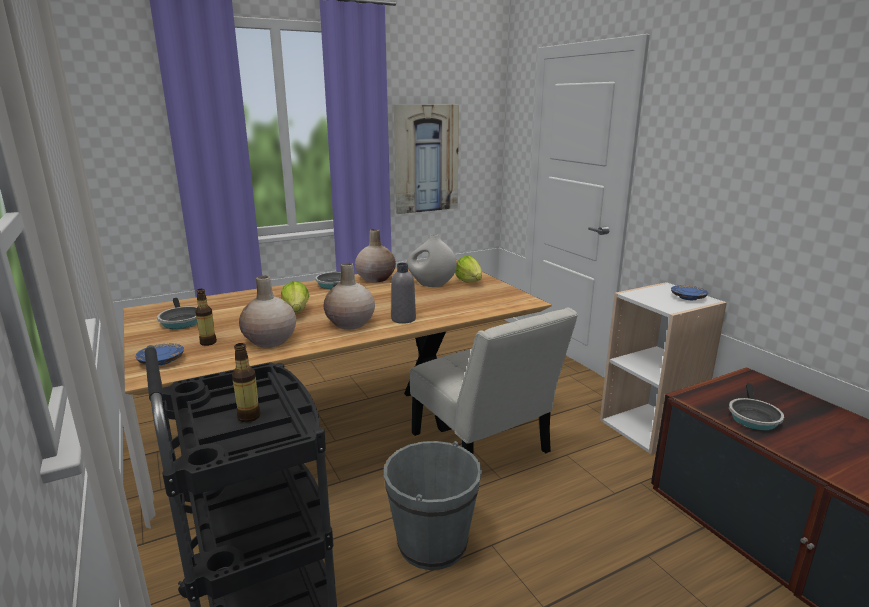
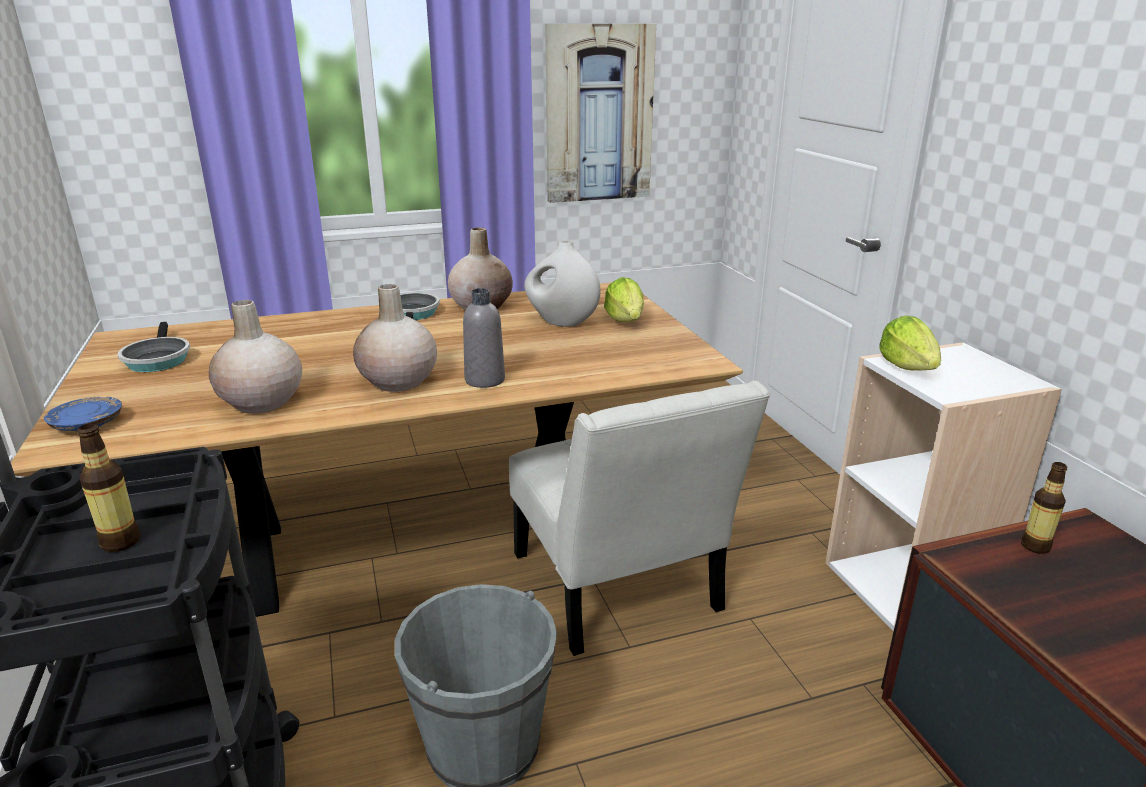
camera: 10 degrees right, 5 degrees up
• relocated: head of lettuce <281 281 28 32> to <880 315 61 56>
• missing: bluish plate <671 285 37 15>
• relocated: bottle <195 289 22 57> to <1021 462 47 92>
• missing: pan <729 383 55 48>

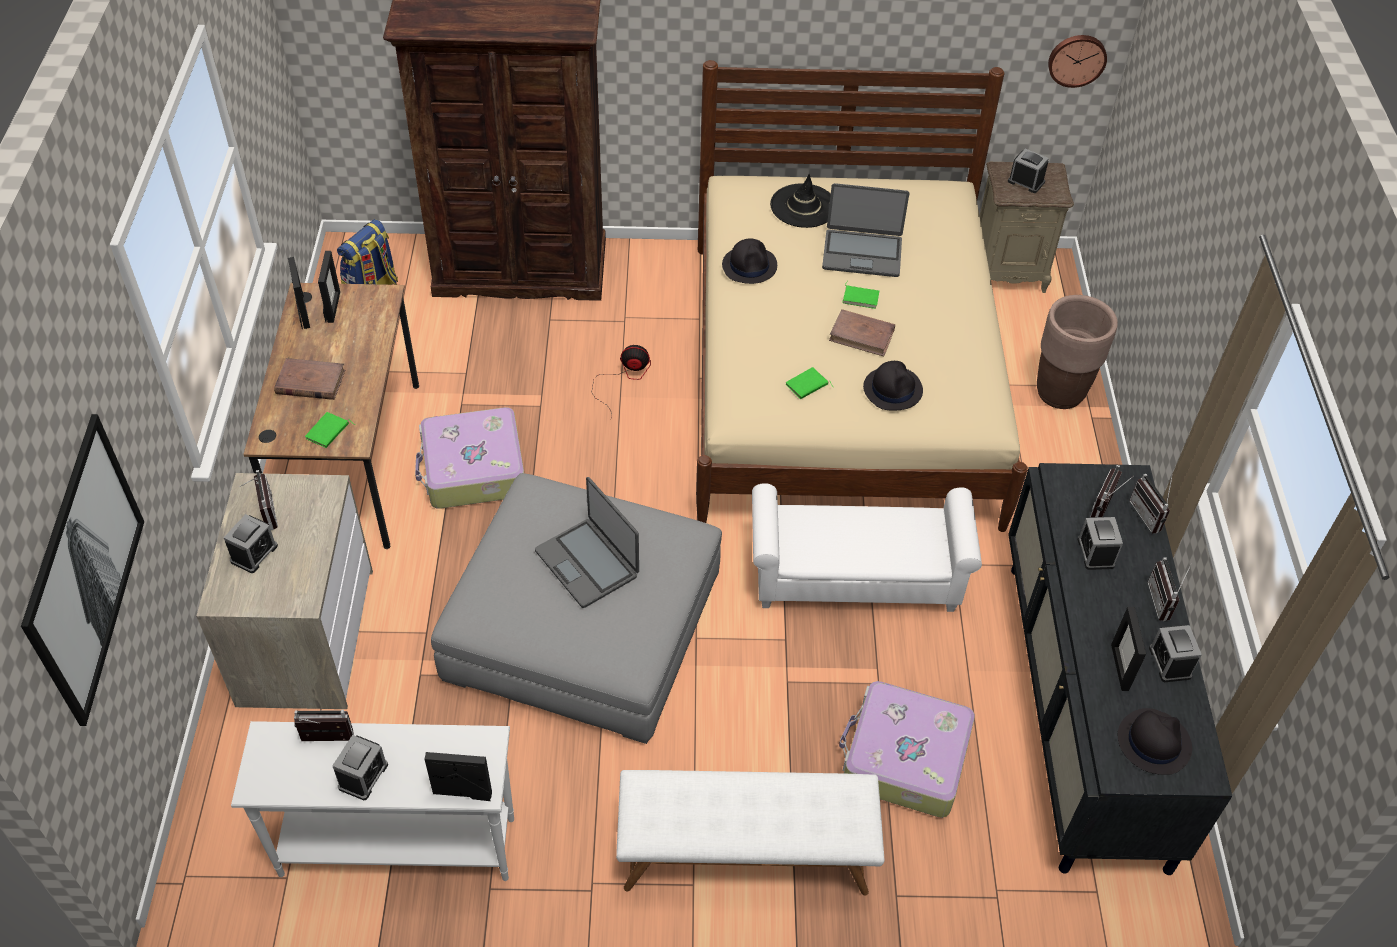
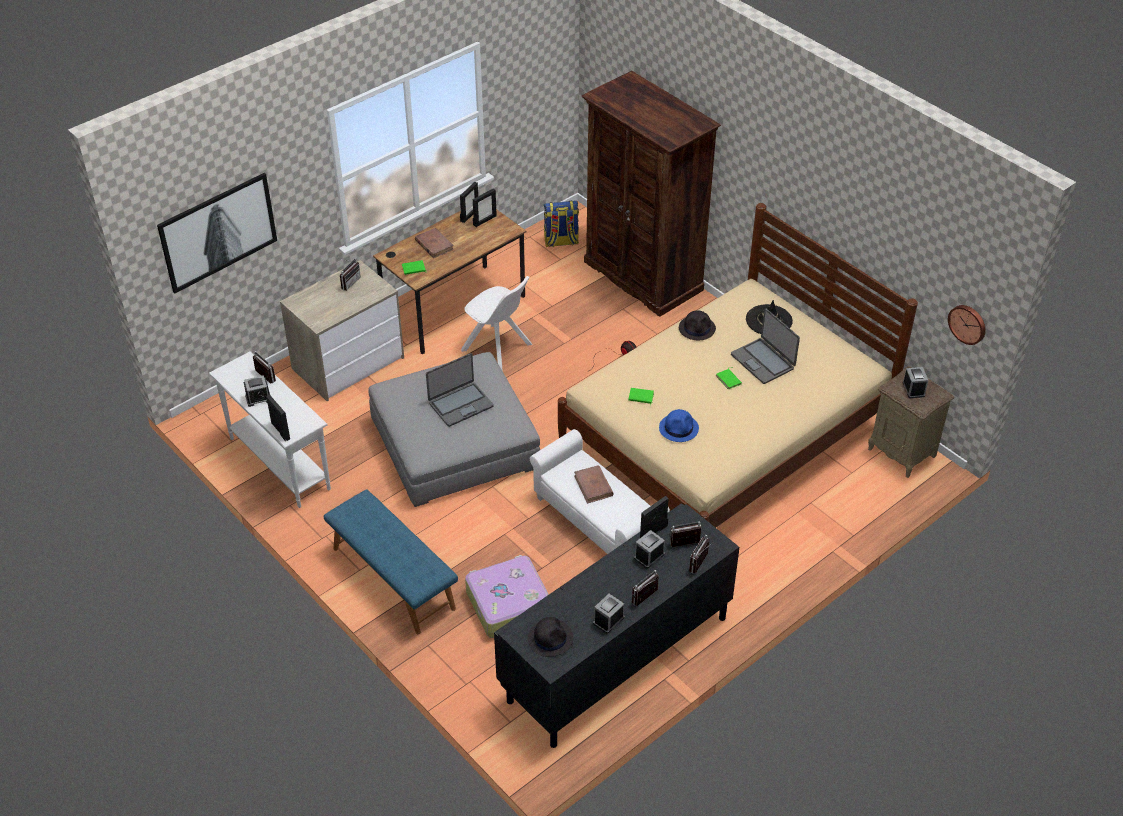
camera: 50 degrees right, 5 degrees down
• missing: brownish plant pot <1037 295 81 114>
• relocated: brownish bound book <829 309 66 48> to <574 465 40 39>
• colour: black-coloured clothing hat <863 361 60 49> to bluish clothing hat <659 409 40 33>
• exchanged: travel case <415 407 109 102> to white upright chair <461 276 71 95>
• spun: notebook computer <535 477 104 131> = <426 353 68 74> 135 degrees counterclockwise
• missing: table clock <224 514 54 59>
• relocated: standing frame <1111 607 35 84> to <640 496 29 42>
• colour: white long seat <616 770 269 126> to bluish long seat <324 490 134 144>

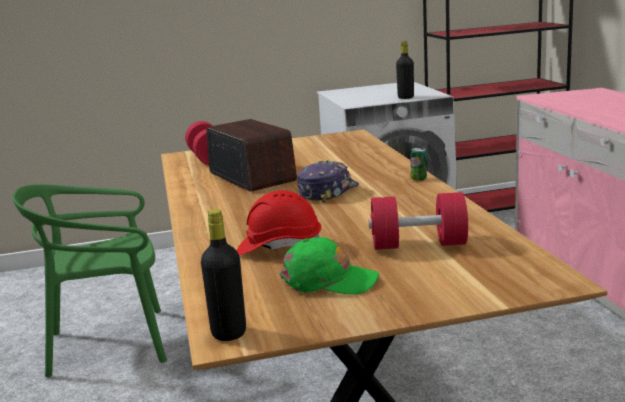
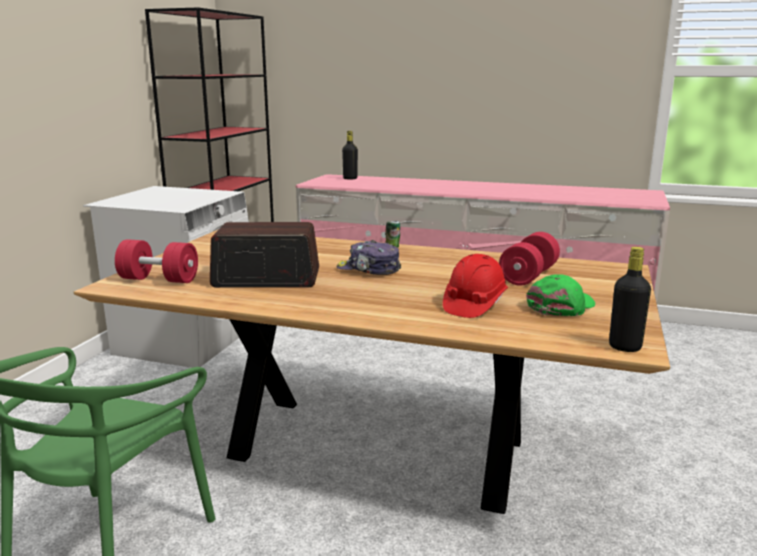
camera: 60 degrees left, 0 degrees up
• relocated: black-coloured bottle <396 41 18 58> to <342 131 16 49>
• spun: peaked cap <297 161 62 42> = <337 240 64 35> 45 degrees counterclockwise

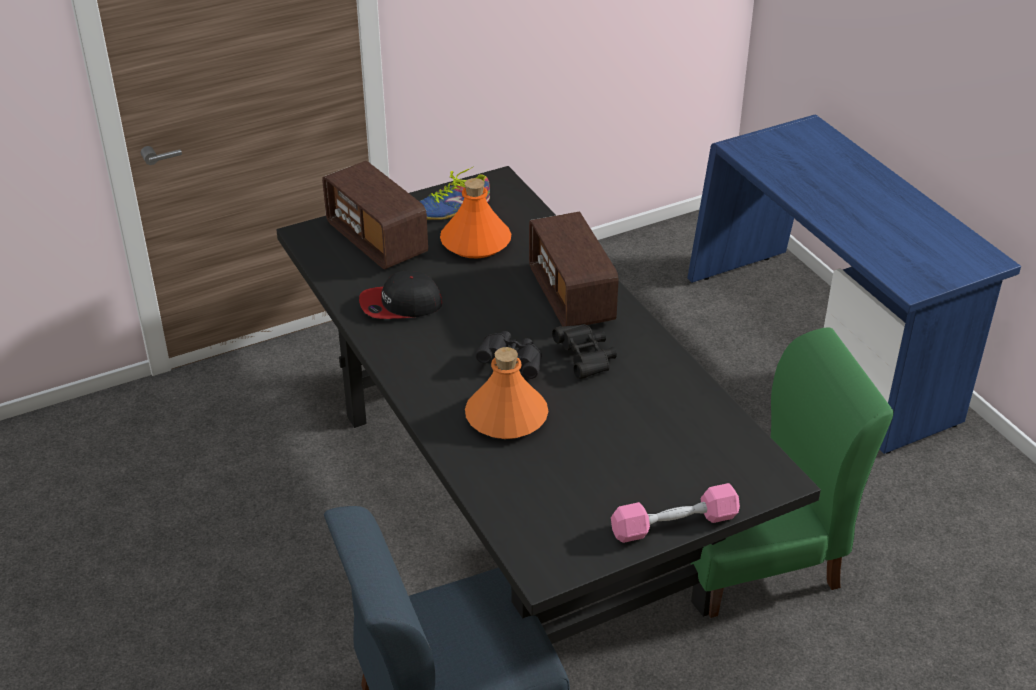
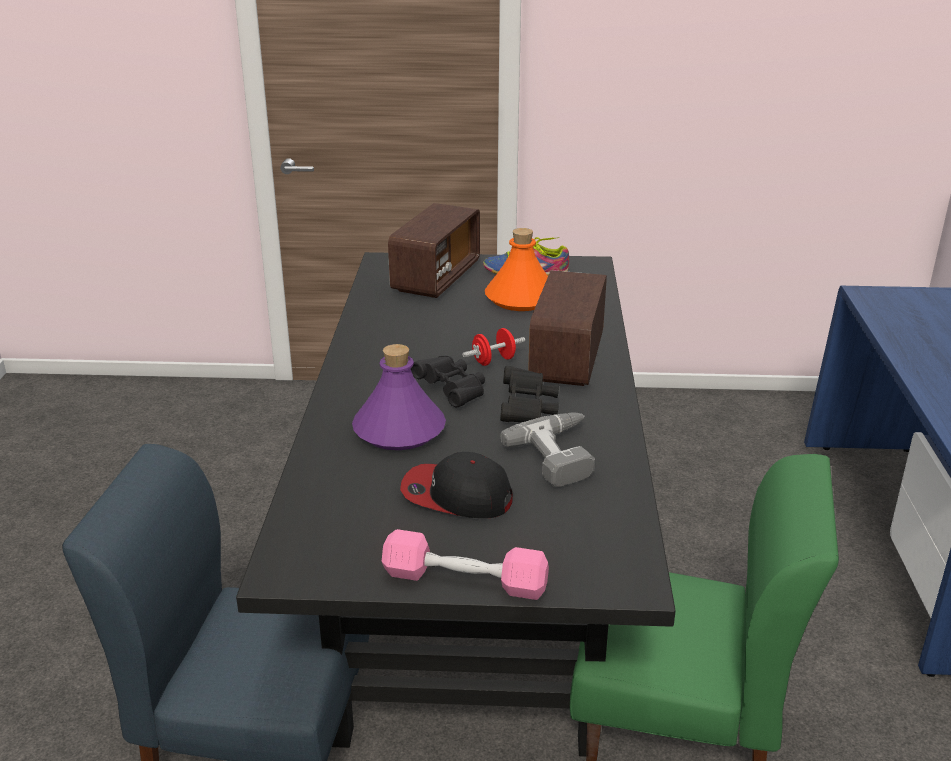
camera: 30 degrees right, 10 degrees down
• spun: radio <322 161 106 109> = <388 203 92 95> 150 degrees counterclockwise
• relocated: peaked cap <359 271 83 48> to <400 452 113 66>
• colour: orangey bottle <465 347 83 92> to purplish bottle <352 344 94 106>
• appeared: red-coloured free weight <462 328 63 38>
• appeared: drill <500 412 95 76>

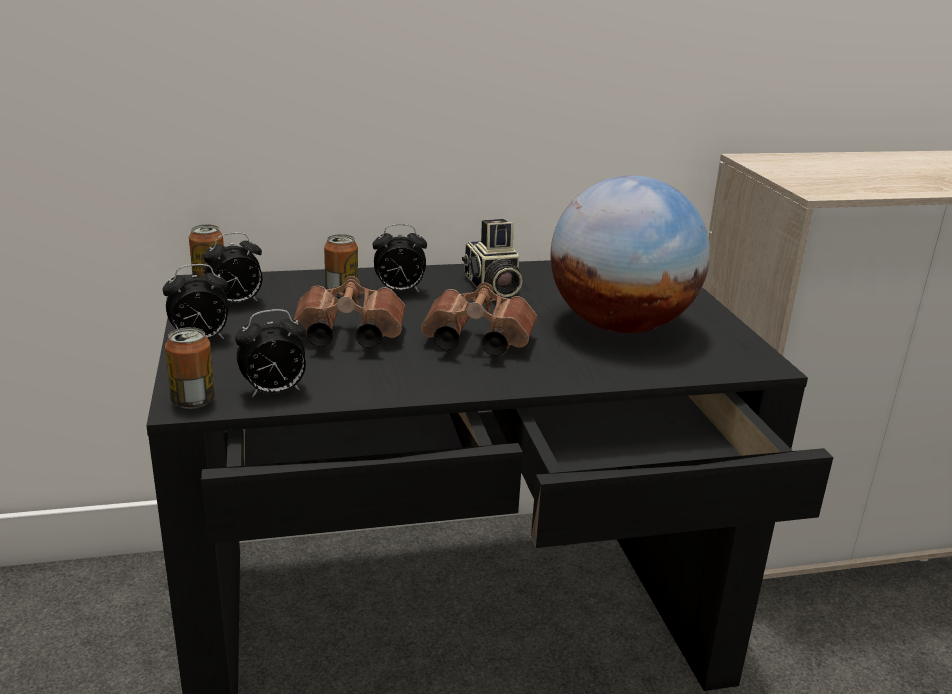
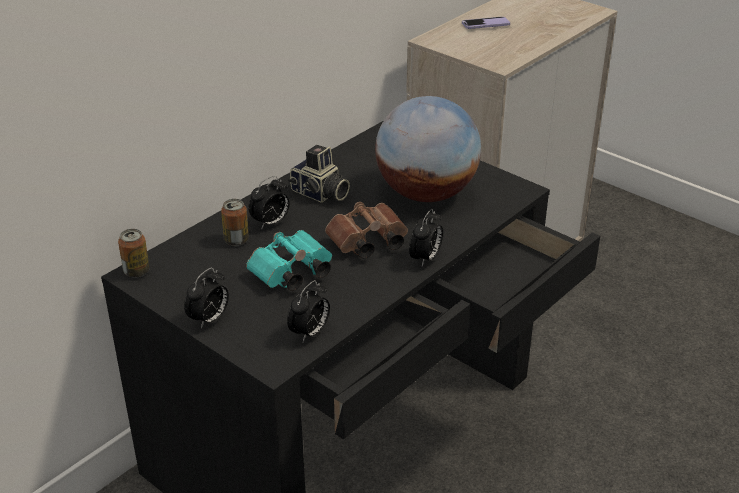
camera: 35 degrees left, 10 degrees up
• relocated: table clock <204 232 58 71> to <409 209 34 57>
• colour: brownish binoculars <293 276 113 72> to blue-green binoculars <246 230 86 61>
• missing: sealed can <165 327 50 82>
• appeared: phone <462 17 48 12>

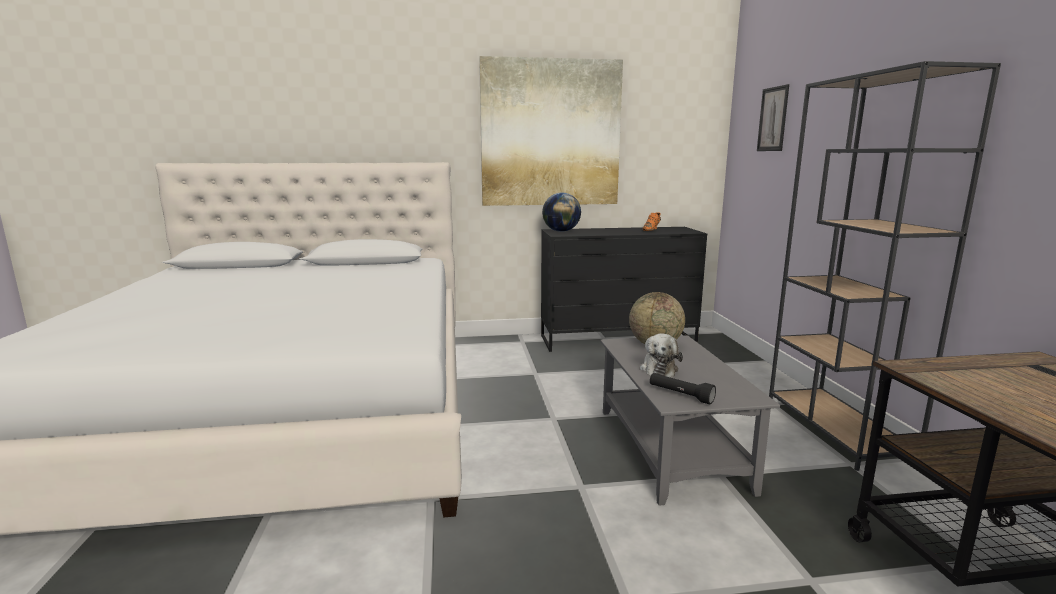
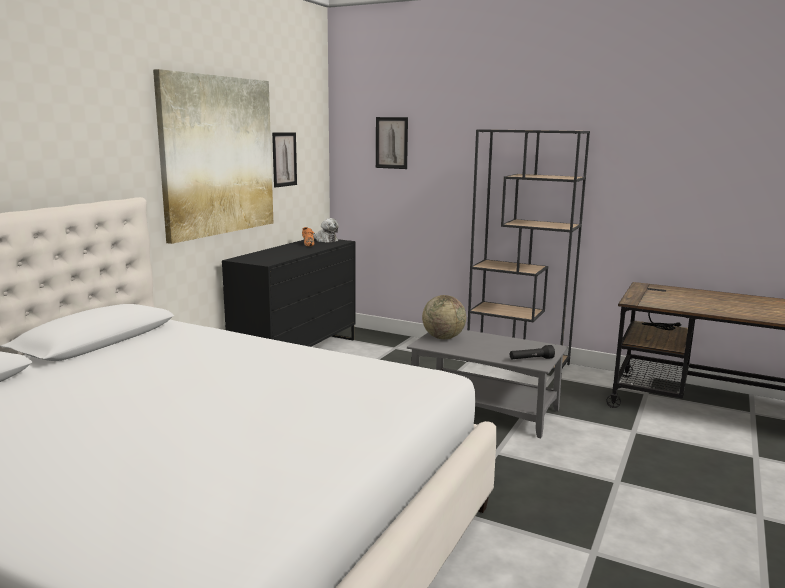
camera: 55 degrees left, 0 degrees up
• missing: globe <542 193 39 39>
• relocated: soft toy <640 333 43 44> to <313 218 26 25>
• appeared: wall picture <272 132 25 56>

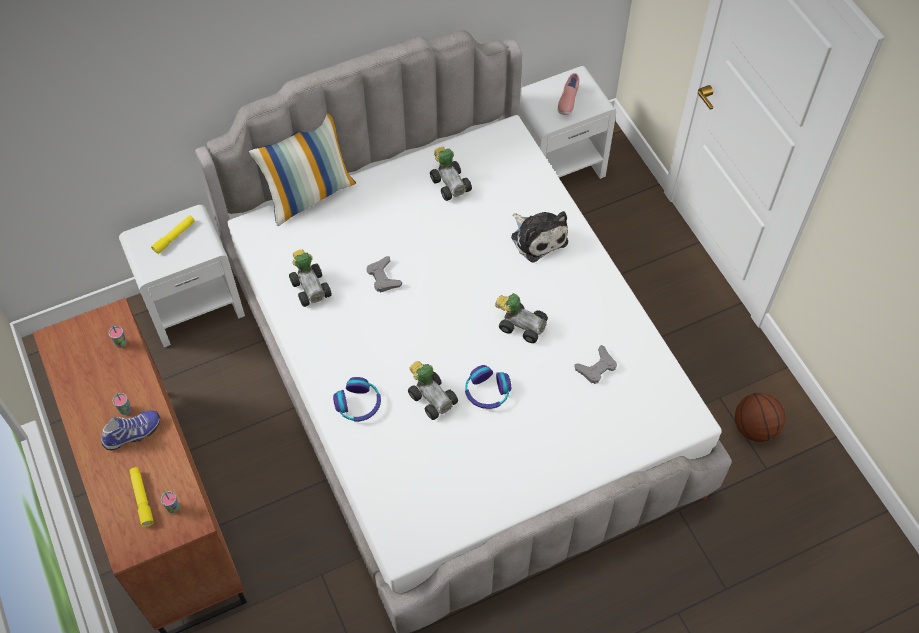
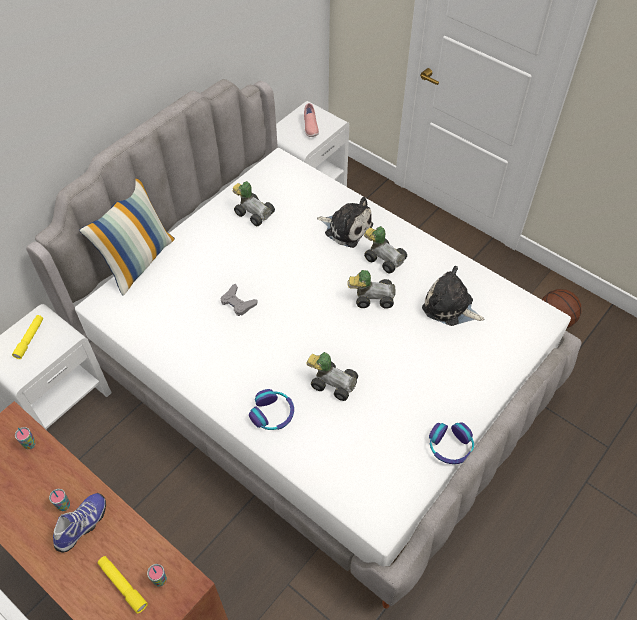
camera: 25 degrees left, 5 degrees down
• relocated: miniature car <289 249 43 58> to <364 226 43 47>
• exchanged: gray gamepad <574 345 43 39> to soft toy <422 266 63 60>
• relocated: headphones <465 365 46 44> to <429 422 45 42>

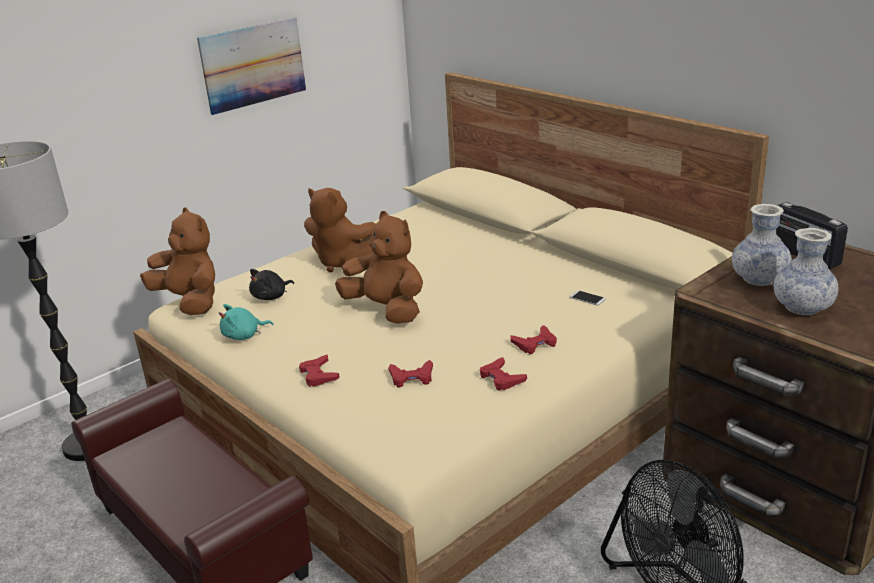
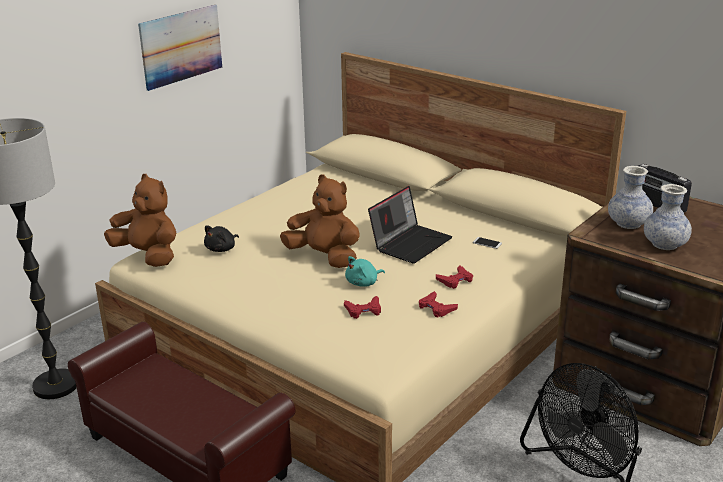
camera: 10 degrees left, 0 degrees up
• missing: brownish soft toy <304 188 72 84>
• relocated: blue-green soft toy <219 304 54 36> to <345 256 40 31>
• missing: red-coloured gamepad <299 354 41 33>
• appeared: notebook computer <368 186 84 78>

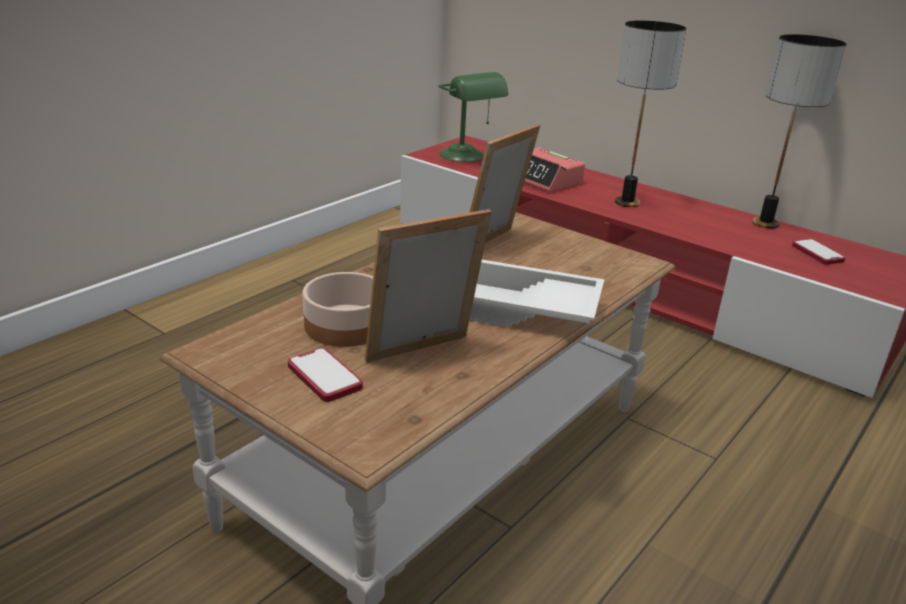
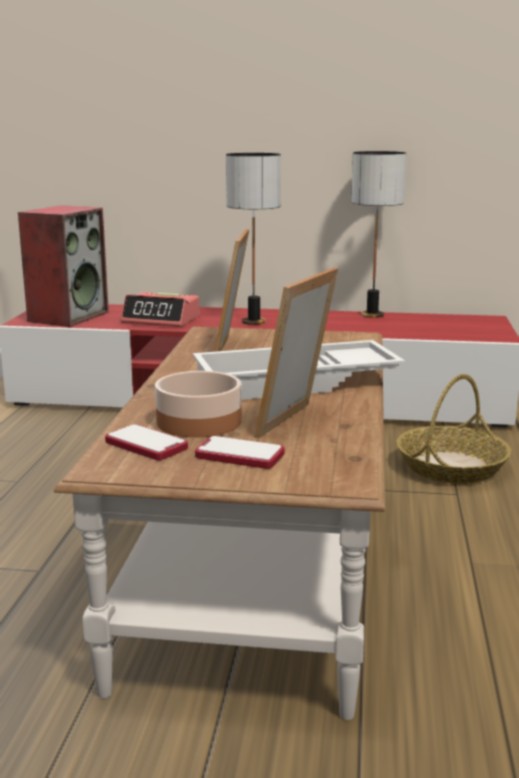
camera: 30 degrees left, 10 degrees down
• exchanged: green lamp for a table <438 72 70 90> to audio speaker <18 205 91 122>
• relocated: phone <792 239 53 26> to <105 424 83 36>
• appeared: storage basket <396 374 115 110>

